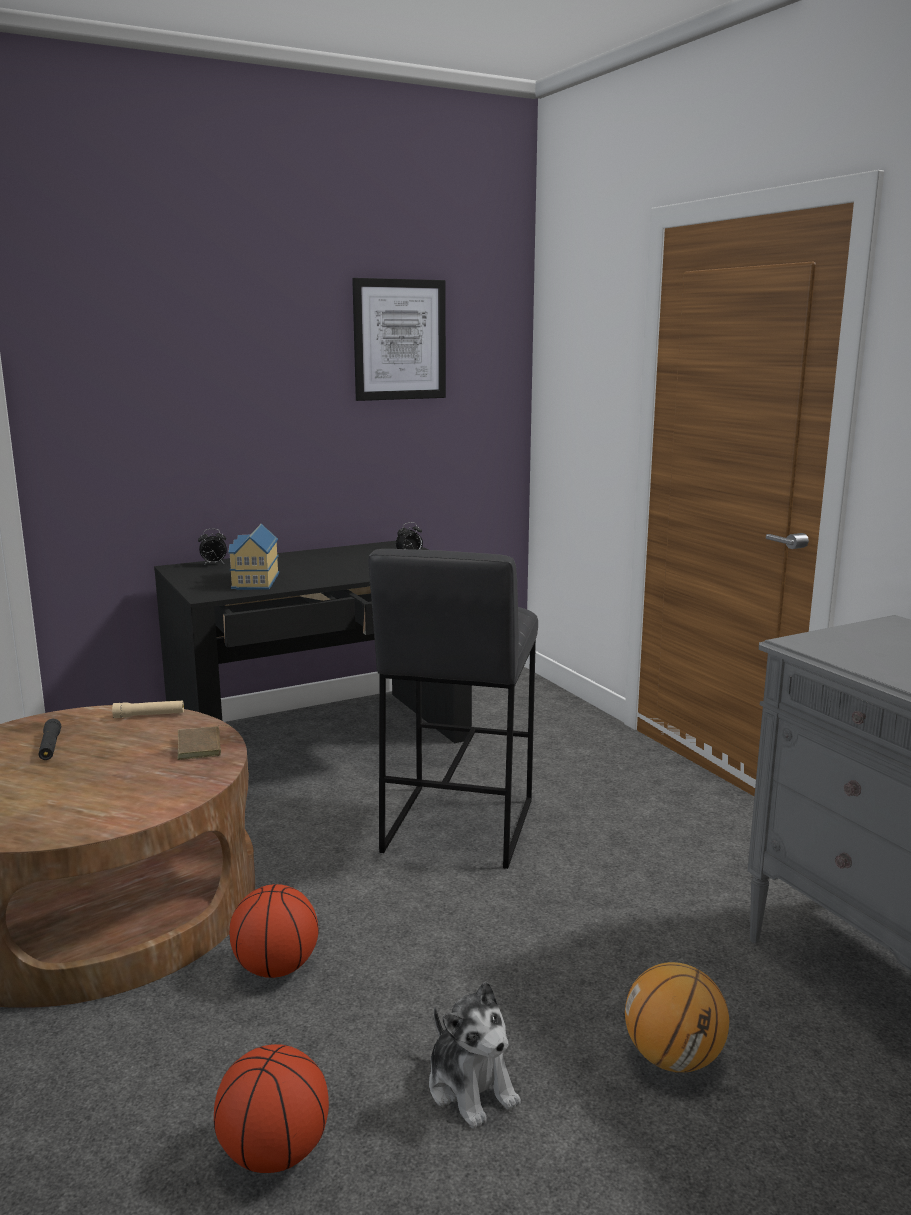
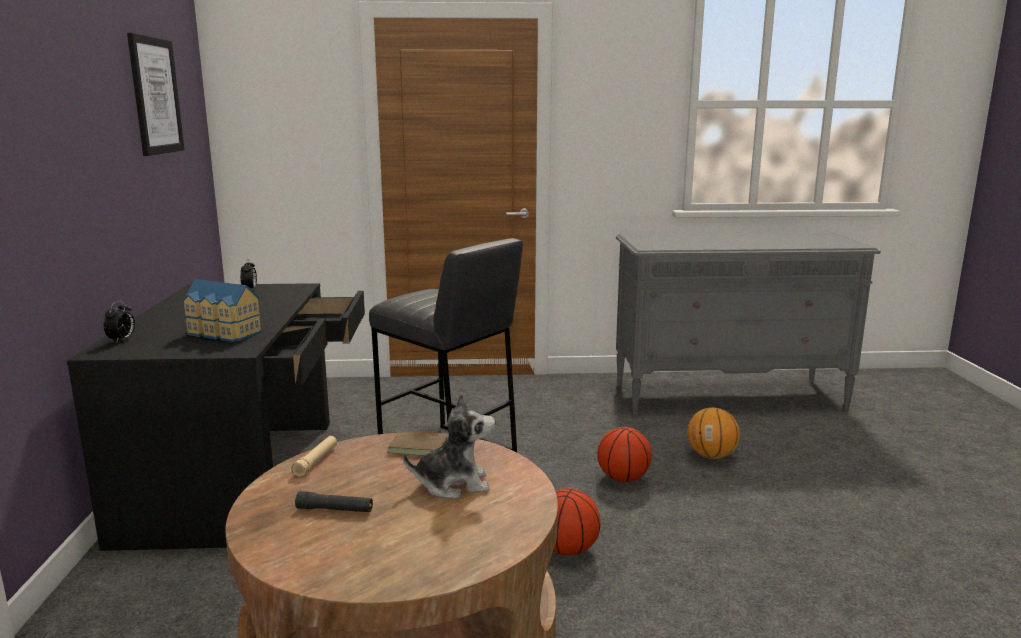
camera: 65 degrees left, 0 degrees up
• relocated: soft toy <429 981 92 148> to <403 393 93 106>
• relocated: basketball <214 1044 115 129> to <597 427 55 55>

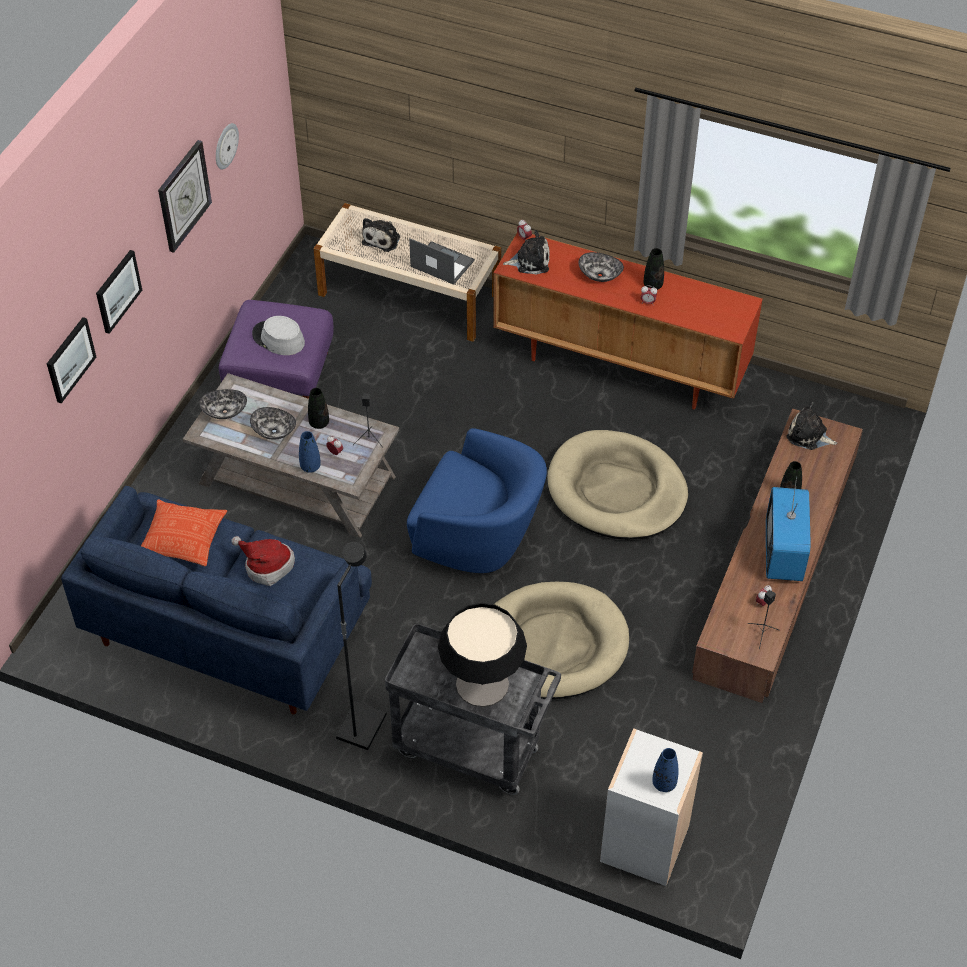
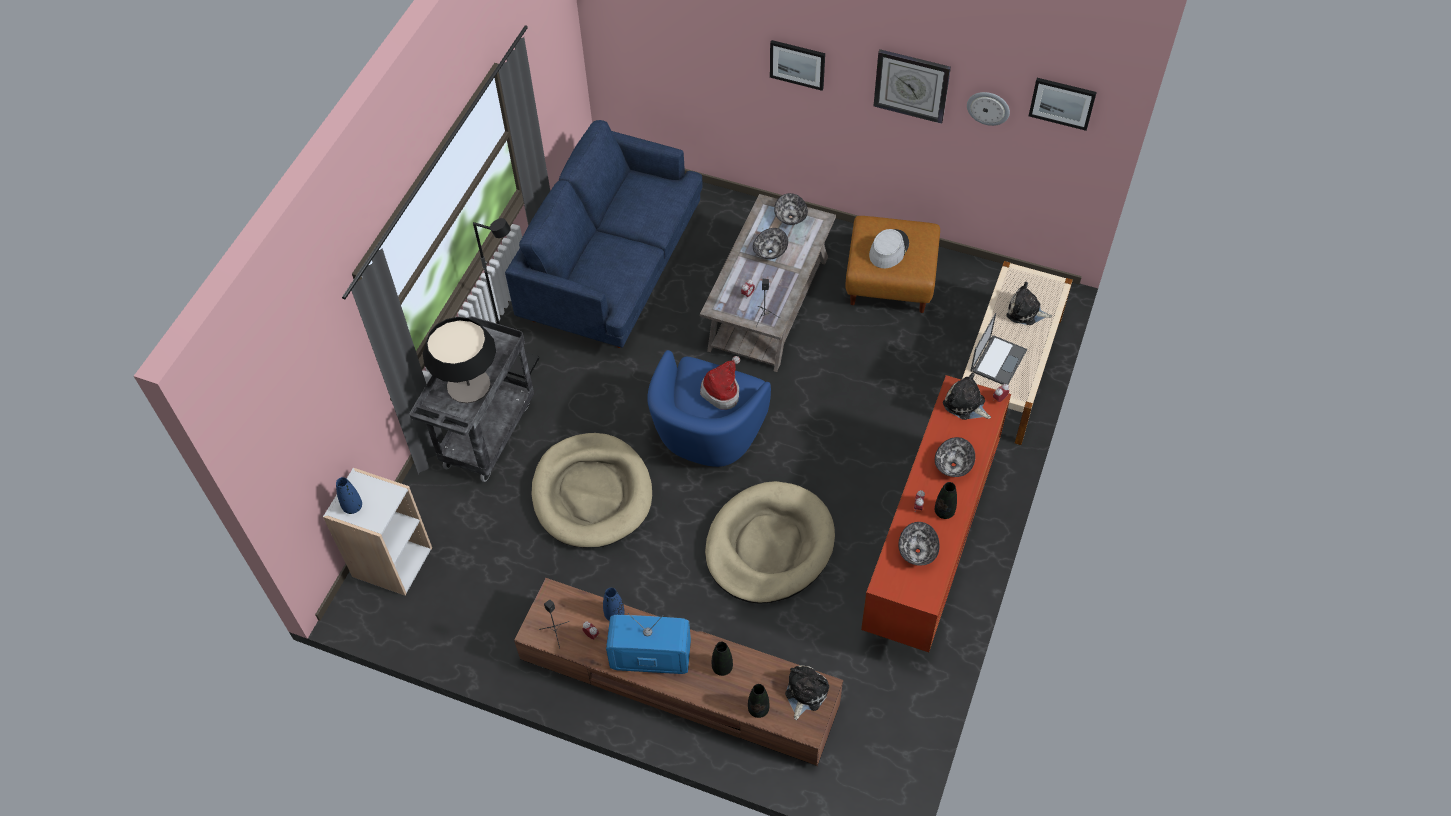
camera: 90 degrees right, 5 degrees up
• spun: soft toy <503 230 47 44> = <943 373 48 47> 135 degrees clockwise
• colour: purplish pouffe <219 300 115 99> to brownish pouffe <845 216 95 97>
• relocated: wall picture <47 317 49 87> to <1029 78 68 53>
• relocated: black-coloured flower vase <308 388 21 41> to <748 684 21 34>
• relocated: bluish flower vase <299 431 22 42> to <603 588 22 33>
• missing: orangey throw pillow <141 499 86 67>
• relocated: clothing hat <231 536 64 50> to <700 356 40 54>
• appeared: bowl <898 522 42 43>

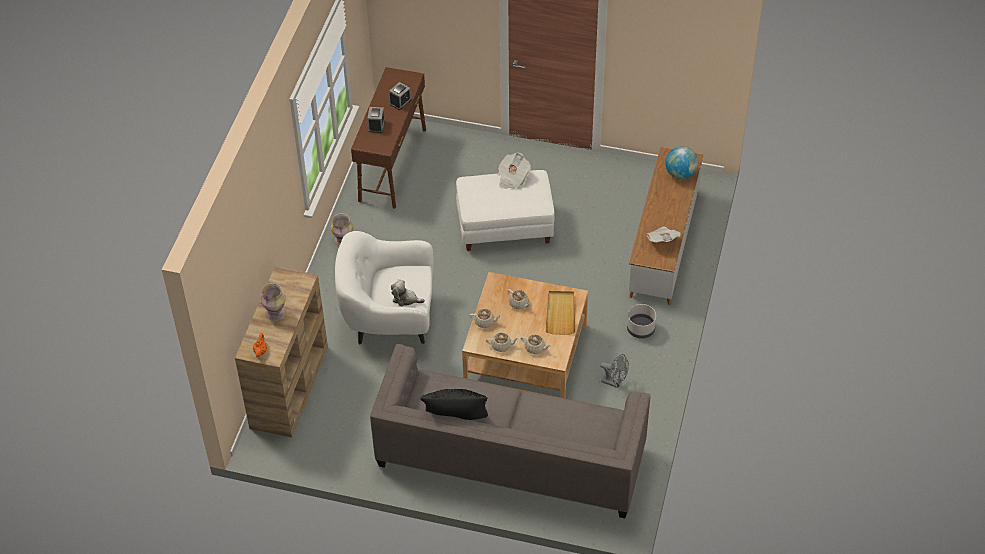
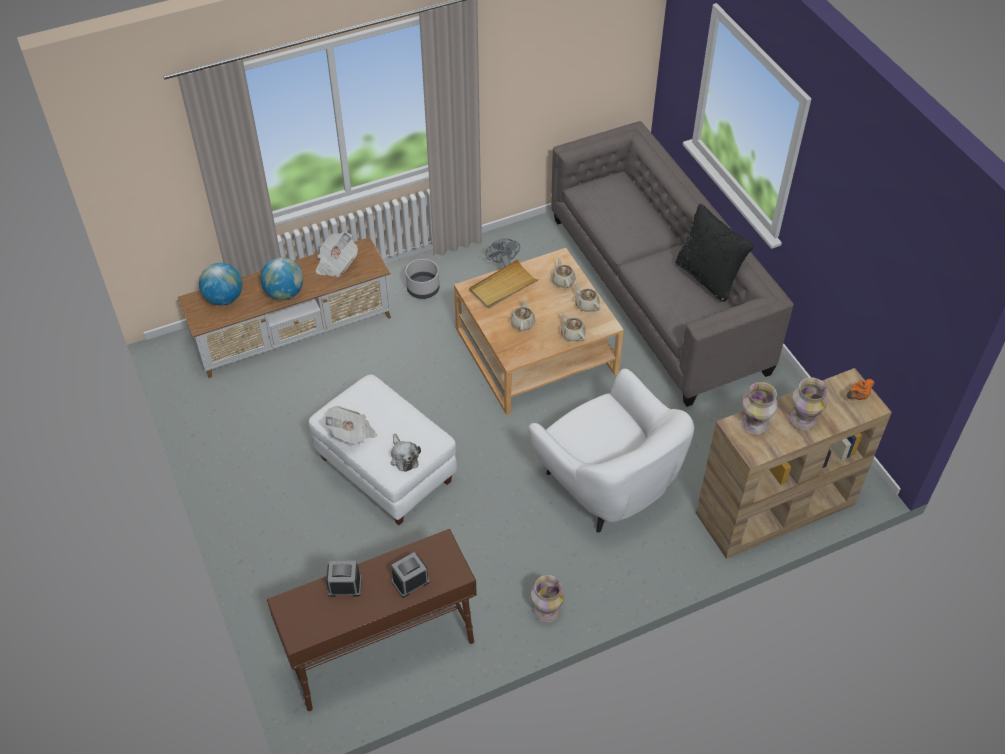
camera: 130 degrees left, 0 degrees up
• relocated: soft toy <391 279 34 27> to <391 434 30 38>
• appeared: globe <260 257 43 43>
• appeared: flower vase <741 382 37 53>

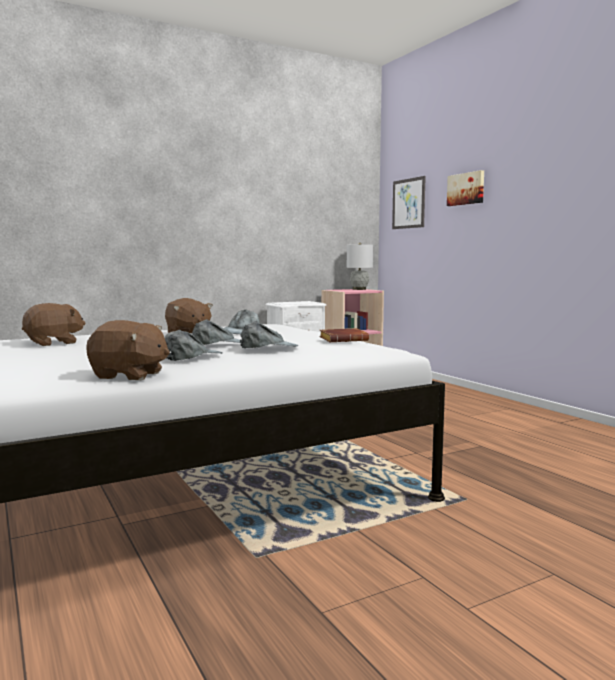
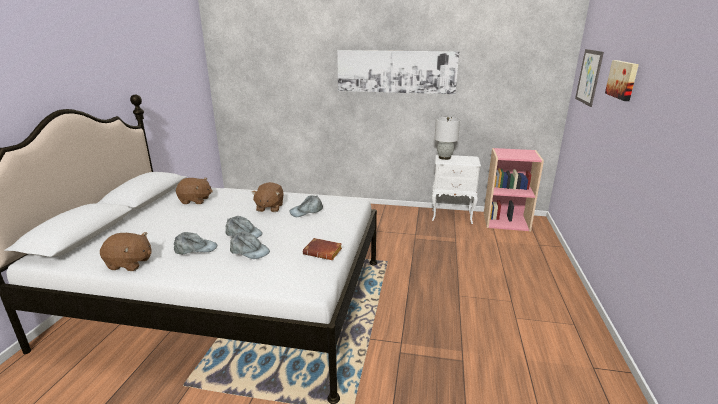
camera: 40 degrees right, 15 degrees up
• relocated: white lamp for a table <347 243 26 47> to <434 117 26 43>
• spun: brownish soft toy <86 320 84 60> = <100 232 52 39> 45 degrees counterclockwise
• appeared: wall picture <337 50 122 44>

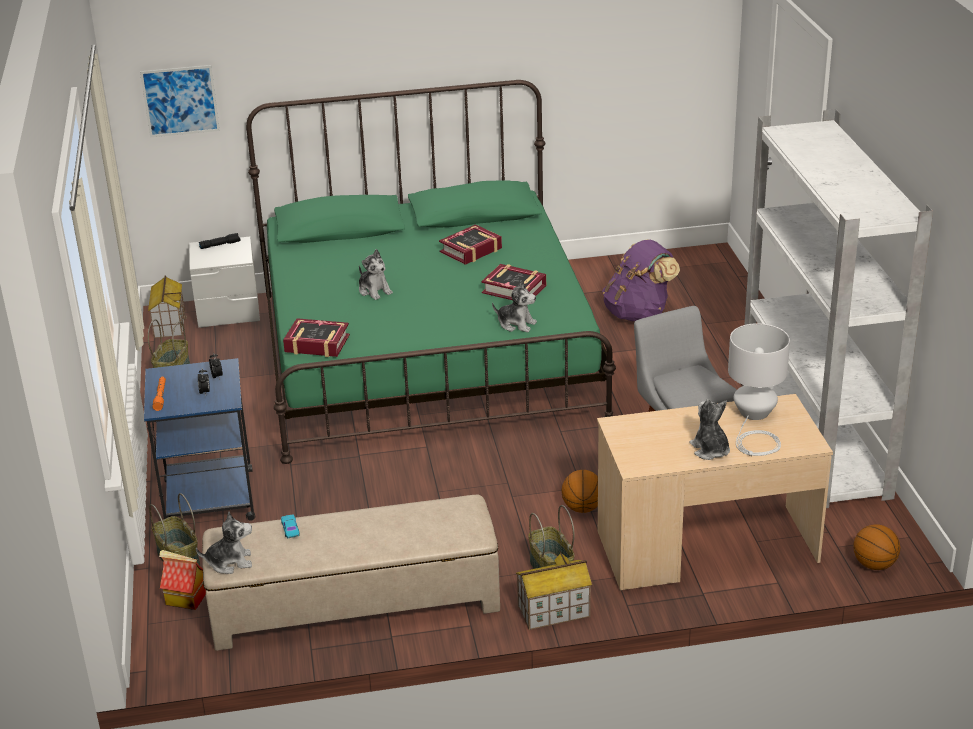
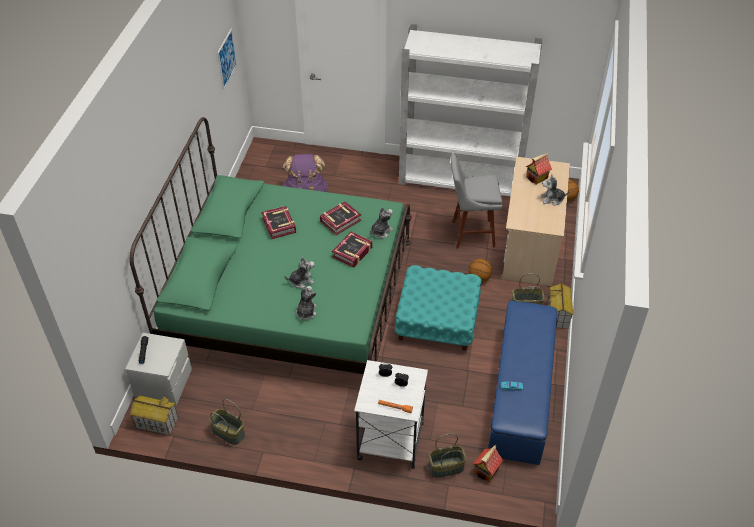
camera: 70 degrees left, 15 degrees up
• relocated: wall picture <140 65 80 72> to <217 28 20 62>
• relocated: bound book <283 318 67 39> to <332 232 41 36>
• exchanged: gray lamp for a table <728 323 62 133> to miniature house <526 153 26 32>
• colour: bluish trolley <144 358 112 163> to white trolley <354 360 74 109>
• colour: sand-coloured long seat <202 495 298 156> to bluish long seat <488 301 69 164>
• relocated: soft toy <196 512 56 62> to <296 286 21 34>
• appeared: blue-green pouffe <395 265 86 86>

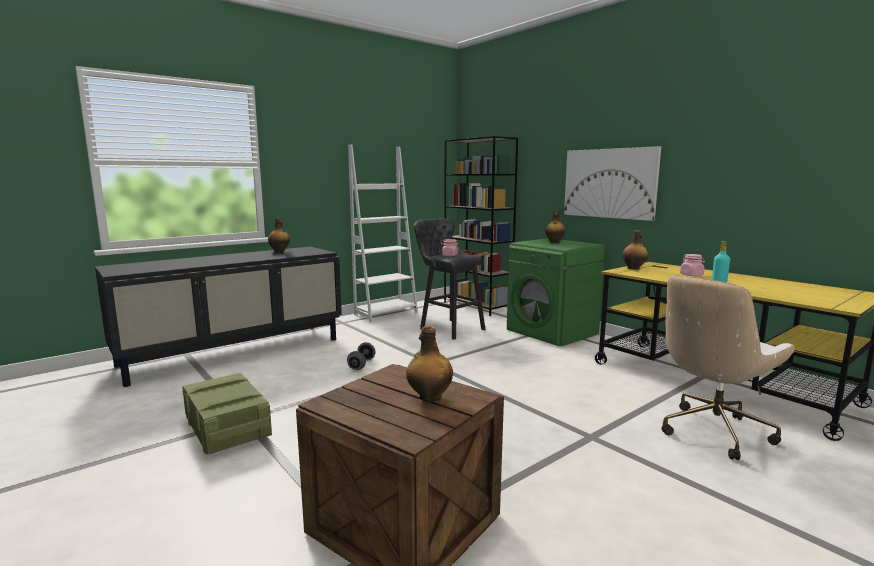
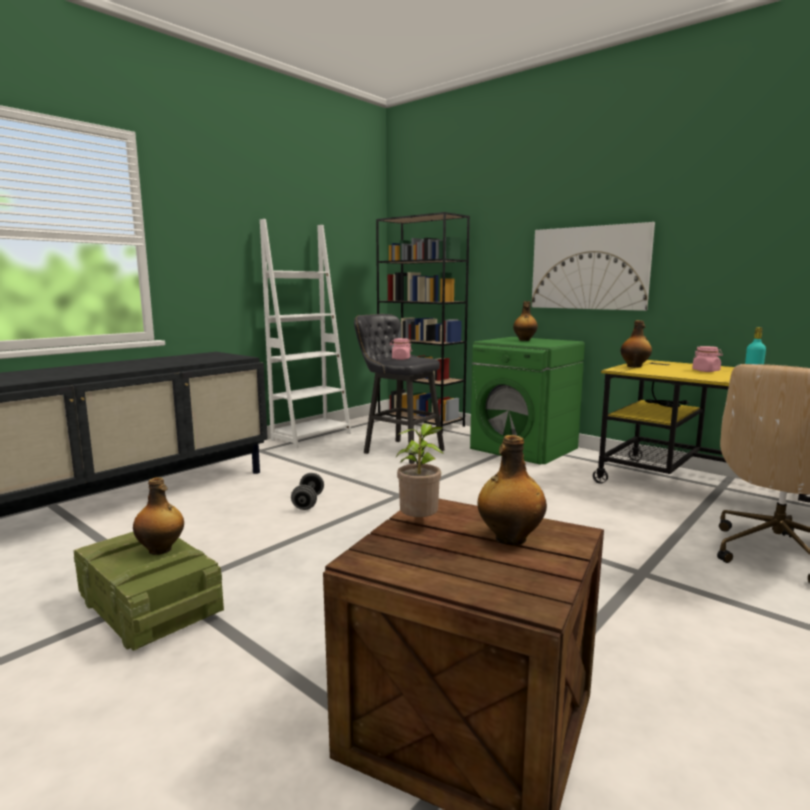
camera: 10 degrees left, 0 degrees up
• relocated: bottle <268 218 22 34> to <133 477 51 78>
• appeared: houseplant <396 423 48 94>

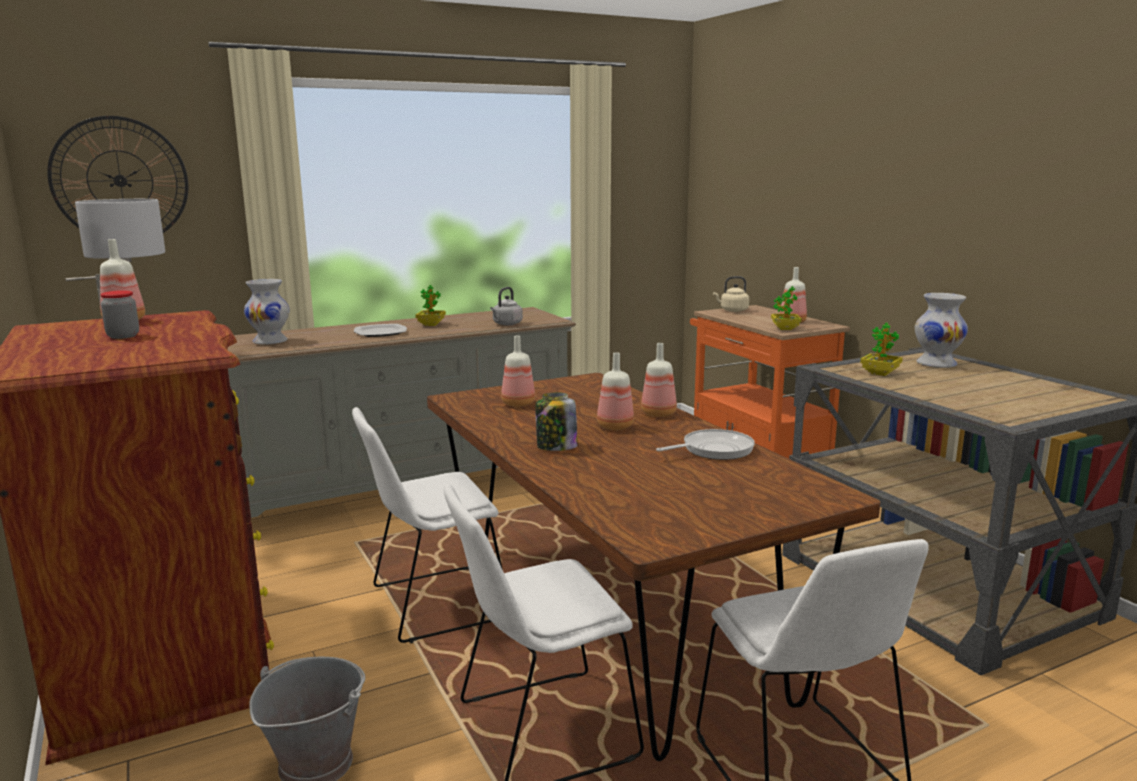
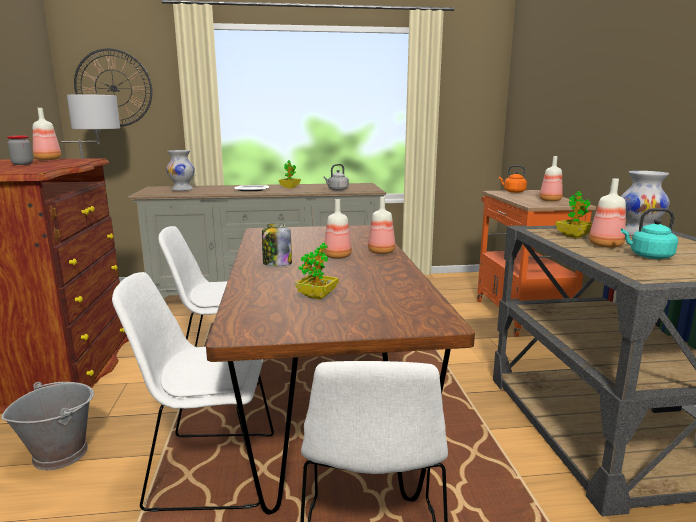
camera: 20 degrees right, 0 degrees up
• colour: sand-coloured tea kettle <713 276 36 36> to orangey tea kettle <499 165 28 28>
• relocated: houseplant <771 286 30 44> to <295 243 44 57>
• relocated: bottle <501 336 34 71> to <589 178 37 70>
• missing: pan <656 429 99 31>
• appeared: blue-green tea kettle <621 208 57 51>

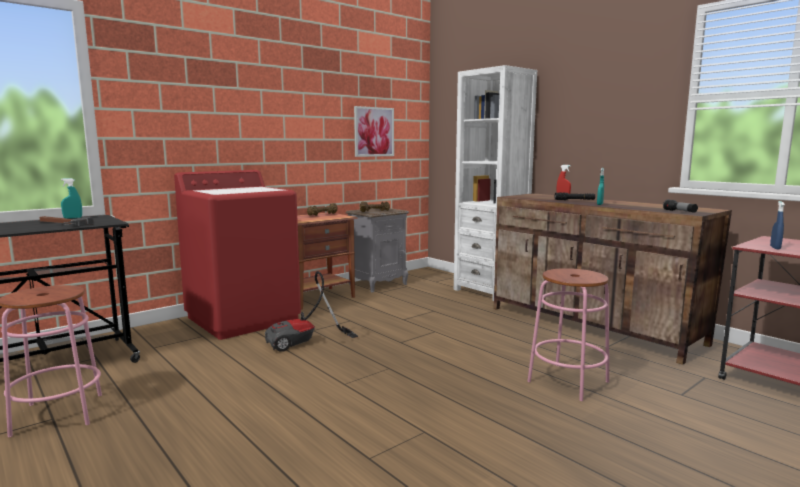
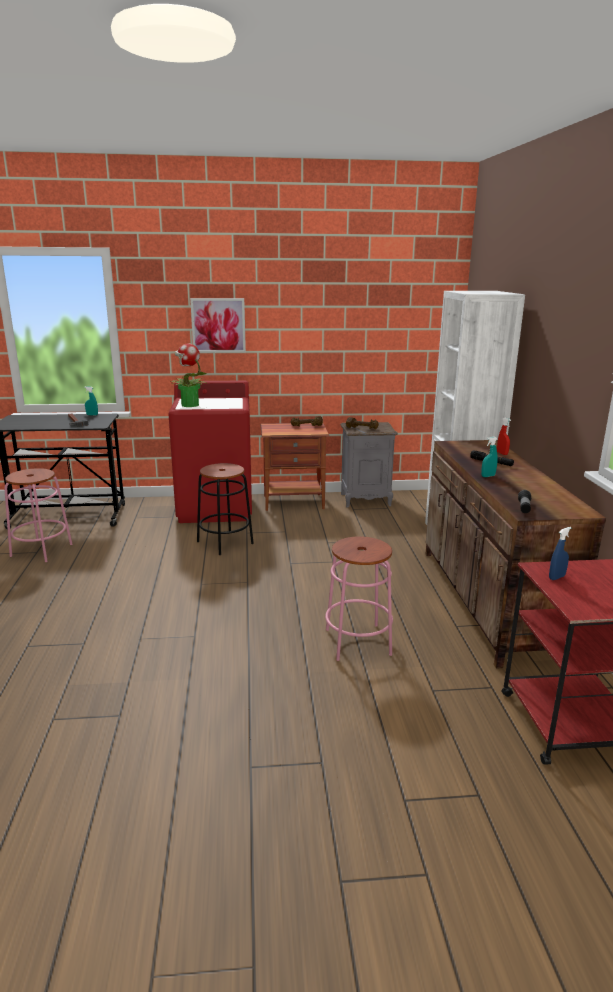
camera: 35 degrees right, 10 degrees up
• relocated: wall picture <354 106 40 51> to <190 298 56 55>
• exchanged: hoover <265 271 93 81> to black-coloured sitting stool <197 463 57 92>
• appeared: houseplant <170 343 38 64>

